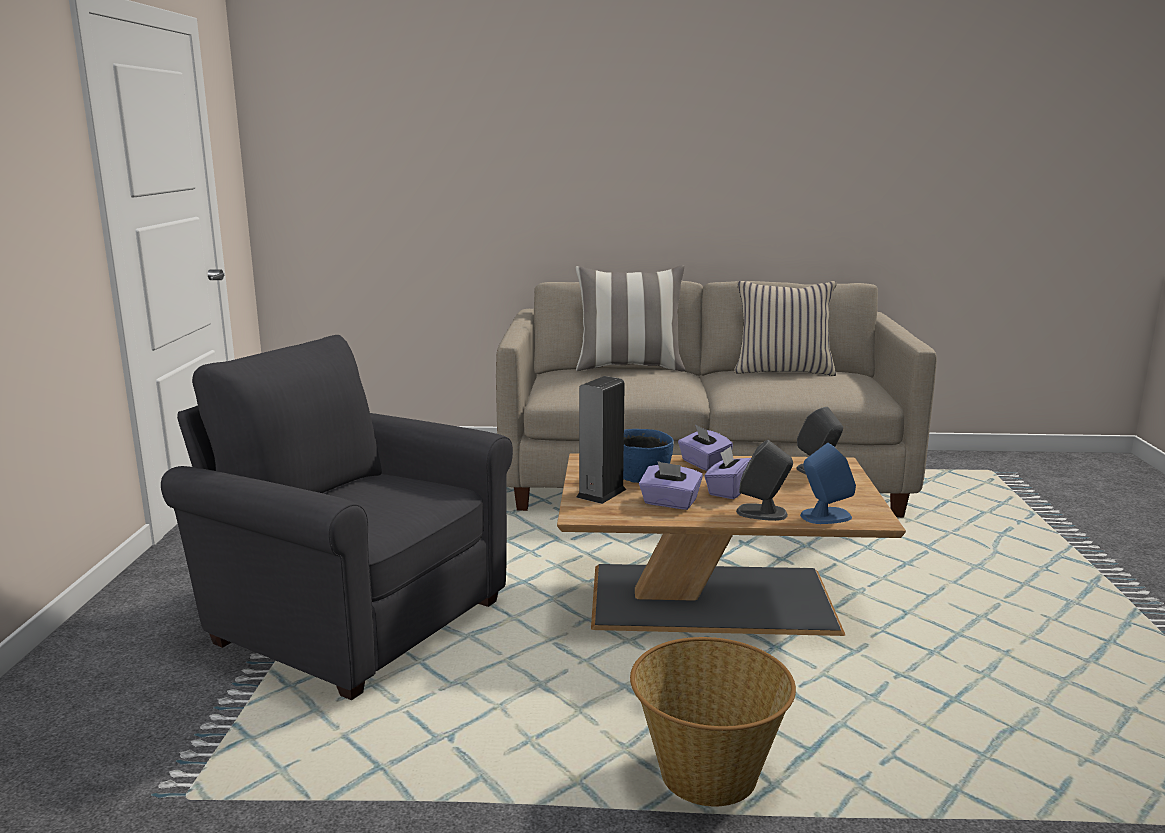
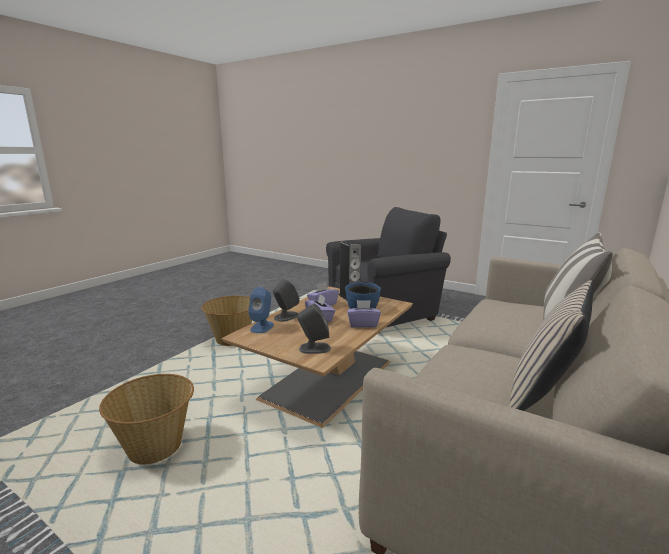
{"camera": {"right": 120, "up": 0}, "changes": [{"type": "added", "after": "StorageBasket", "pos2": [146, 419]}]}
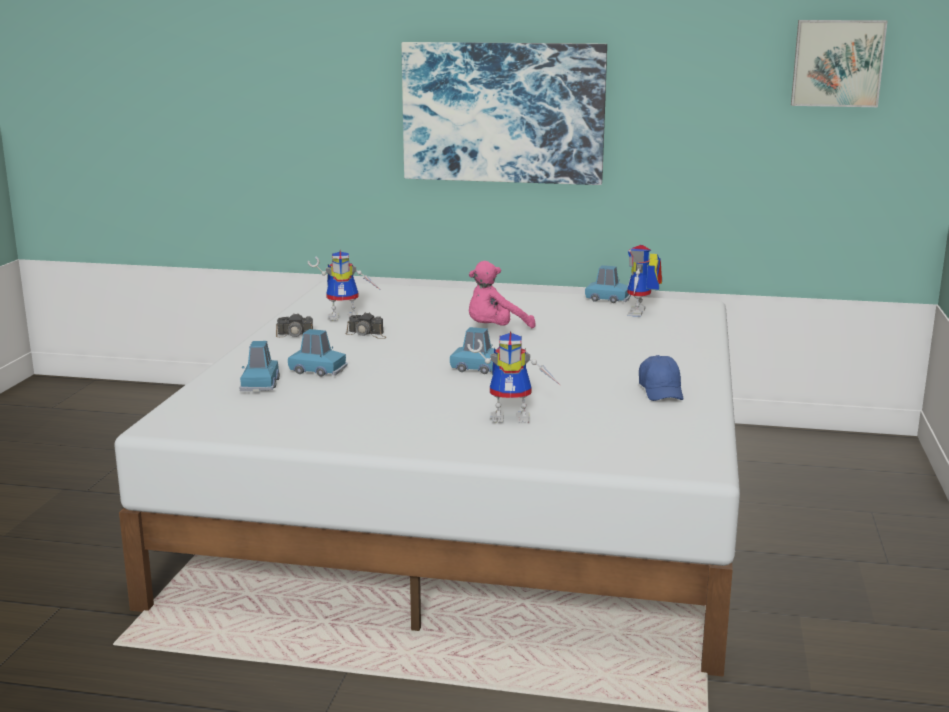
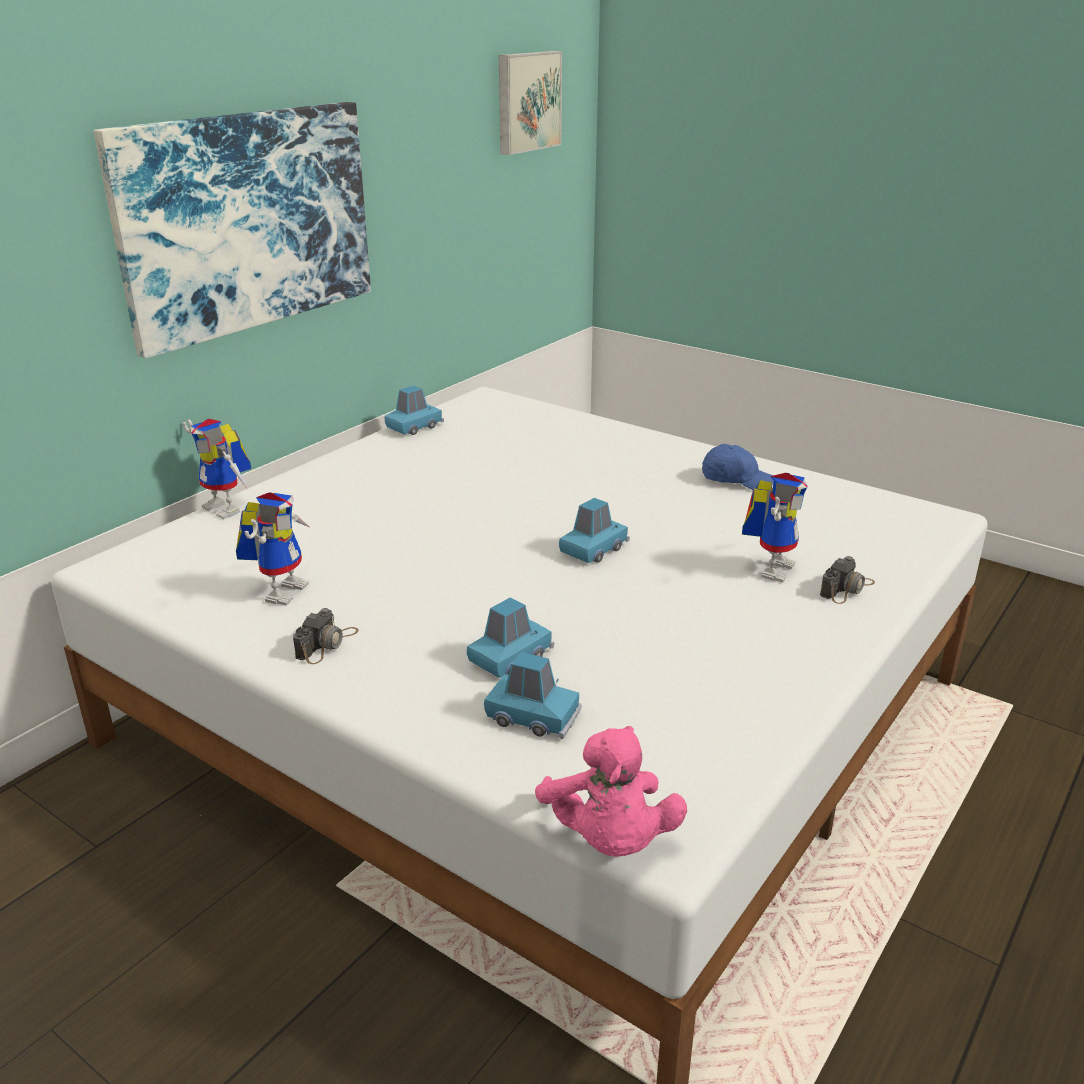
{"camera": {"right": -65, "up": 10}, "changes": [{"type": "moved", "before": "StillCamera", "pos1": [366, 325], "pos2": [847, 580]}, {"type": "moved", "before": "PinkCuddlyToy", "pos1": [502, 295], "pos2": [611, 791]}, {"type": "moved", "before": "ModelRobot", "pos1": [644, 280], "pos2": [217, 469]}]}
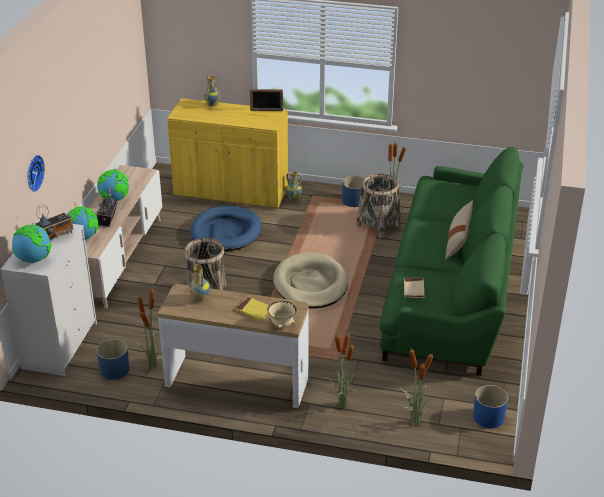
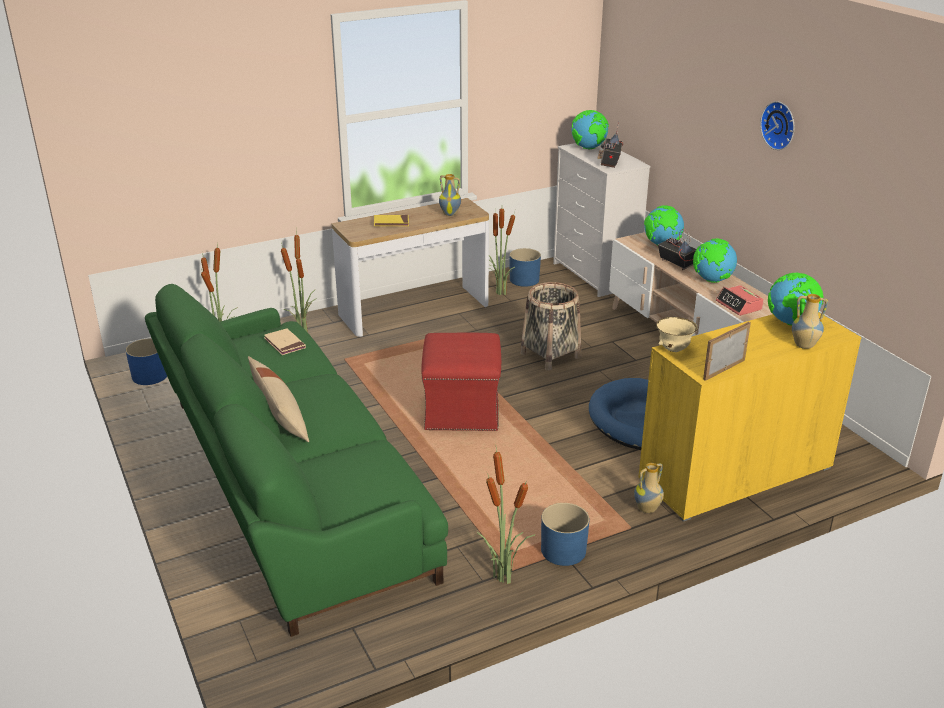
{"camera": {"right": 140, "up": -5}, "changes": [{"type": "moved", "before": "ClockOnTheWall", "pos1": [36, 173], "pos2": [777, 125]}, {"type": "moved", "before": "BeigeDeepDish", "pos1": [282, 314], "pos2": [677, 334]}, {"type": "replaced", "before": "BeigeDogBed", "after": "RedColouredOttoman", "pos1": [310, 280], "pos2": [461, 382]}, {"type": "removed", "before": "StorageBasket", "pos1": [378, 205]}, {"type": "added", "after": "BedsideClock", "pos2": [740, 300]}, {"type": "added", "after": "DeskGlobe", "pos2": [796, 299]}]}
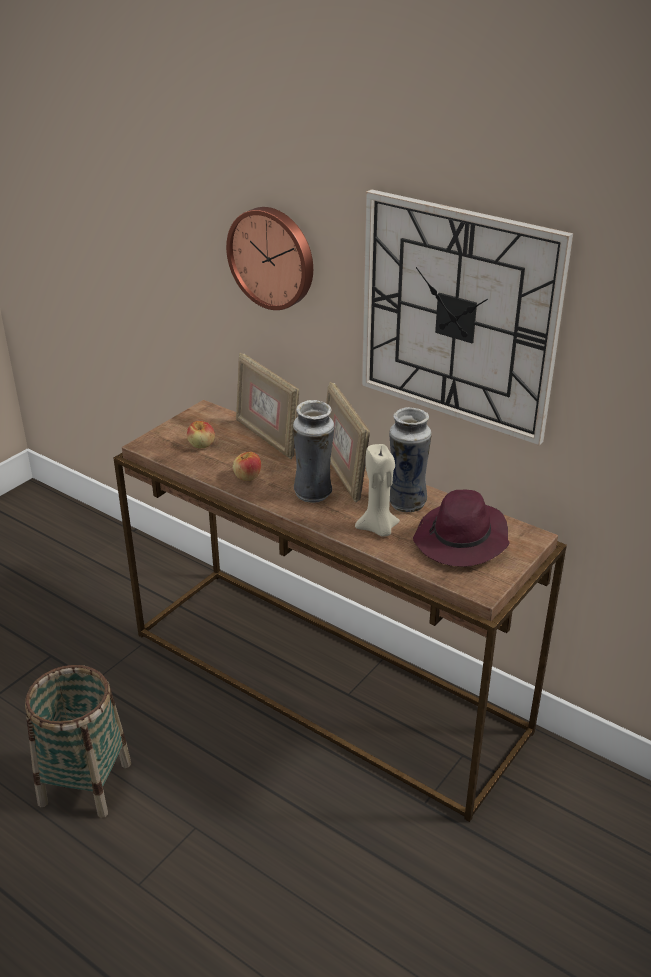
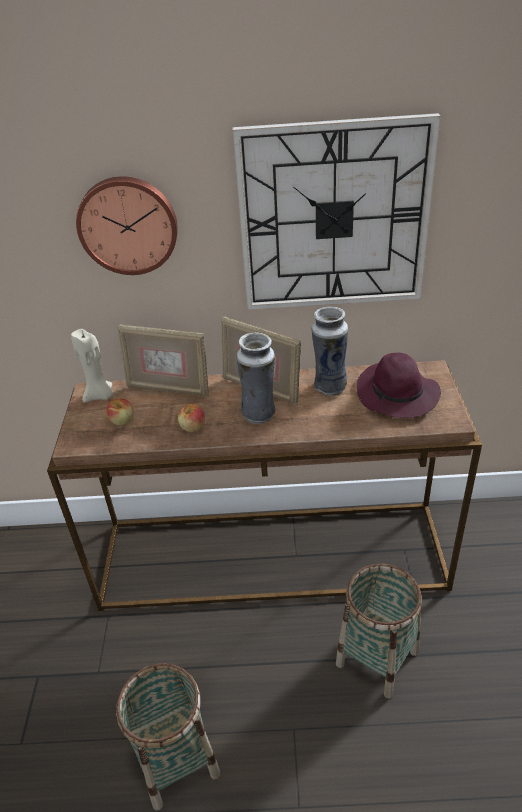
{"camera": {"right": -35, "up": 5}, "changes": [{"type": "moved", "before": "BeigeWaxCandle", "pos1": [377, 490], "pos2": [92, 366]}, {"type": "added", "after": "StorageBasket", "pos2": [379, 631]}]}
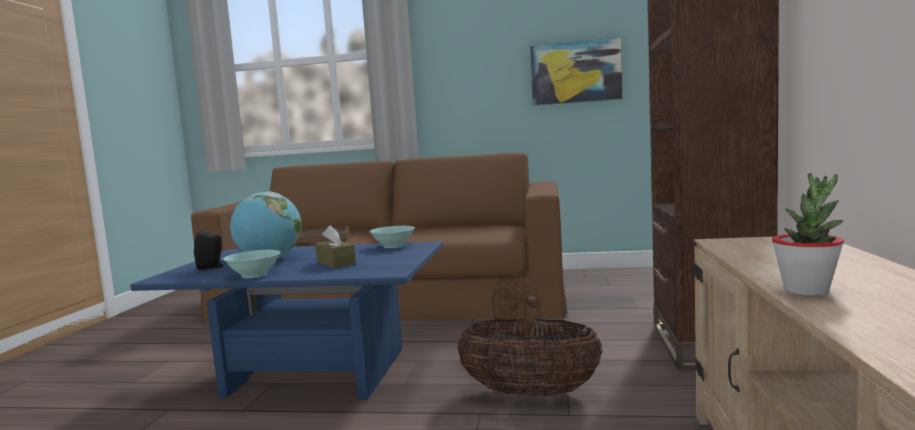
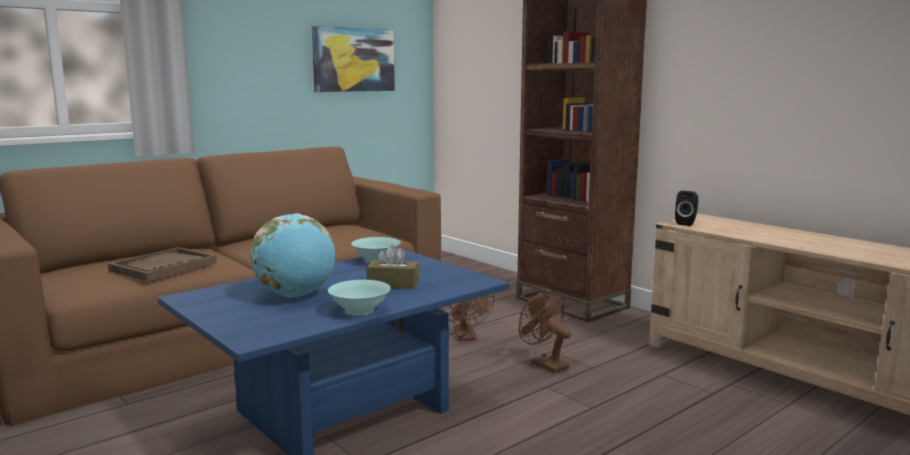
{"camera": {"right": -50, "up": 5}, "changes": [{"type": "moved", "before": "BlackColouredLoudspeaker", "pos1": [210, 250], "pos2": [686, 208]}, {"type": "replaced", "before": "StorageBasket", "after": "BrownColouredElectricFan", "pos1": [529, 357], "pos2": [545, 331]}, {"type": "removed", "before": "PottedPlant", "pos1": [808, 234]}]}
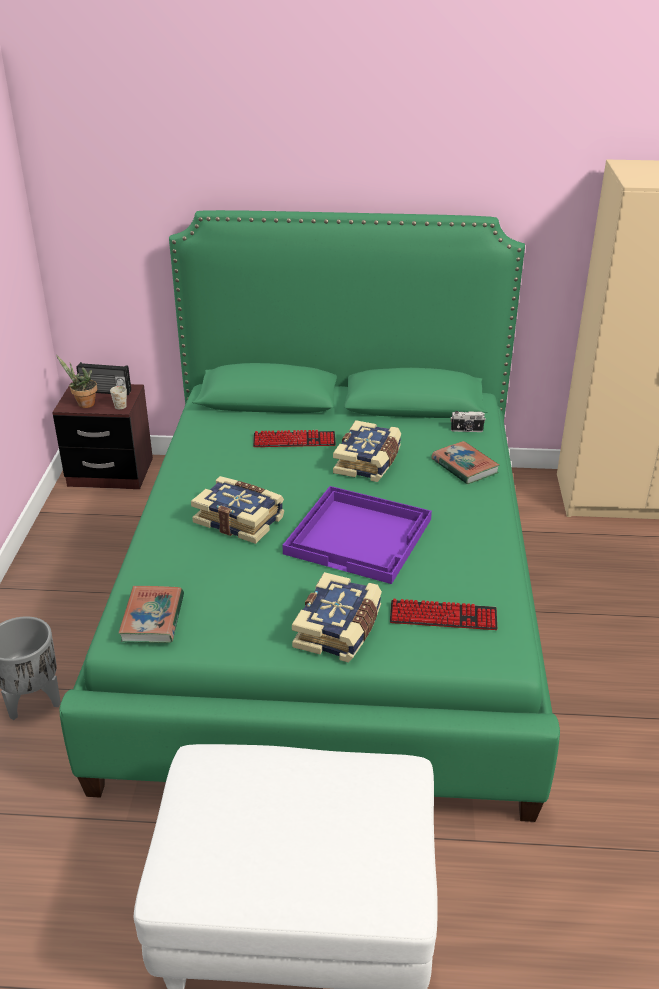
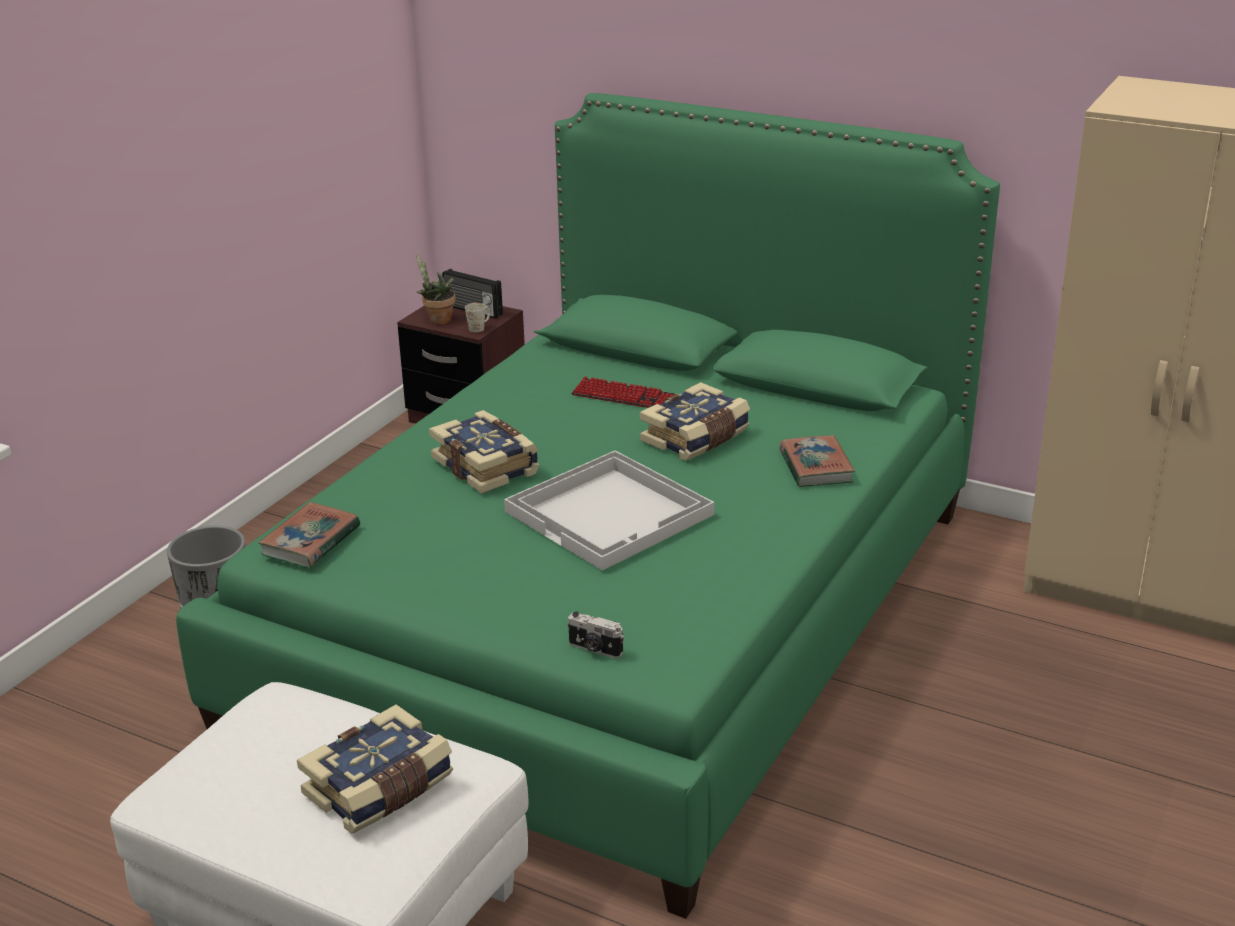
{"camera": {"right": 25, "up": -5}, "changes": [{"type": "recoloured", "before": "PurplishCarryingTray", "after": "WhitishCarryingTray", "pos1": [357, 535], "pos2": [609, 511]}, {"type": "moved", "before": "Volume", "pos1": [337, 617], "pos2": [375, 769]}, {"type": "removed", "before": "PcKeyboard", "pos1": [443, 614]}, {"type": "moved", "before": "StillCamera", "pos1": [468, 421], "pos2": [596, 635]}]}
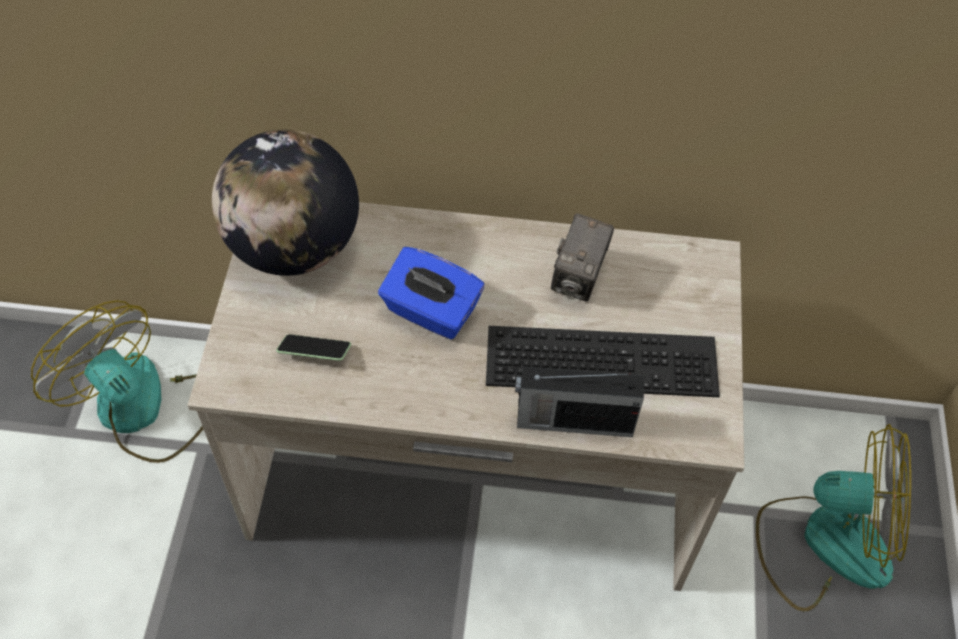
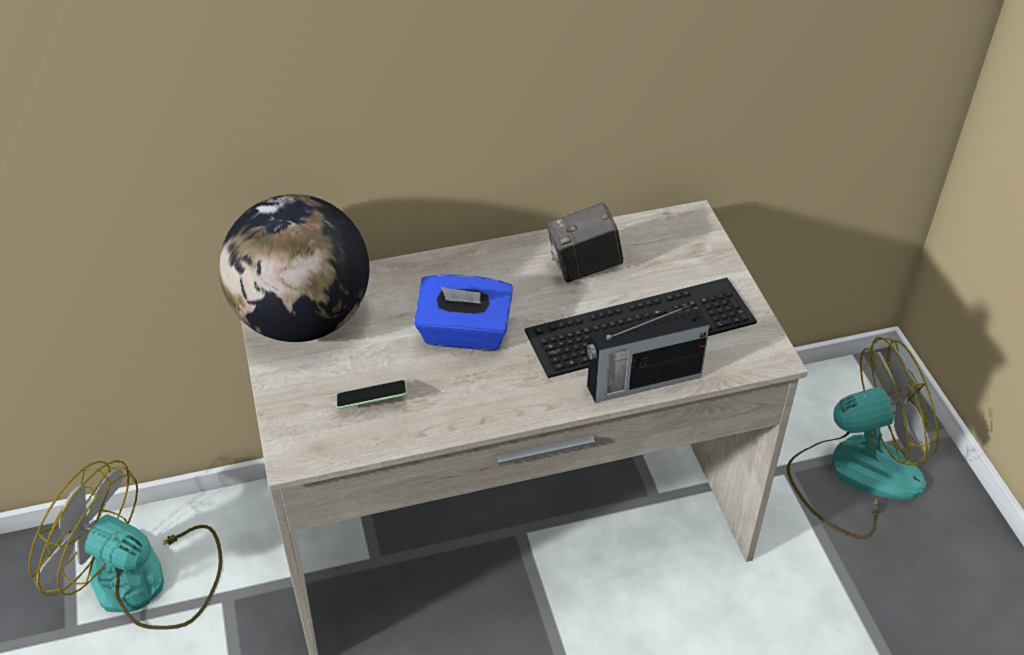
{"camera": {"right": -20, "up": -10}, "changes": [{"type": "turned", "before": "StillCamera", "pos1": [582, 257], "pos2": [585, 243], "turn": 75}]}
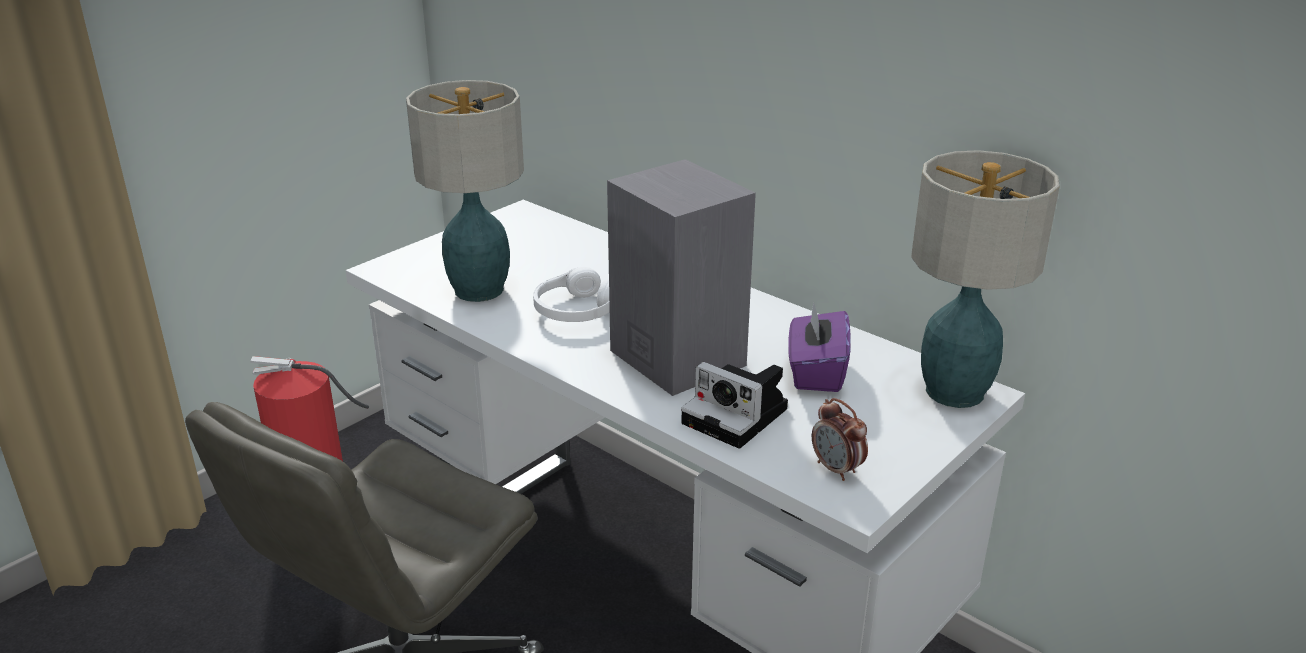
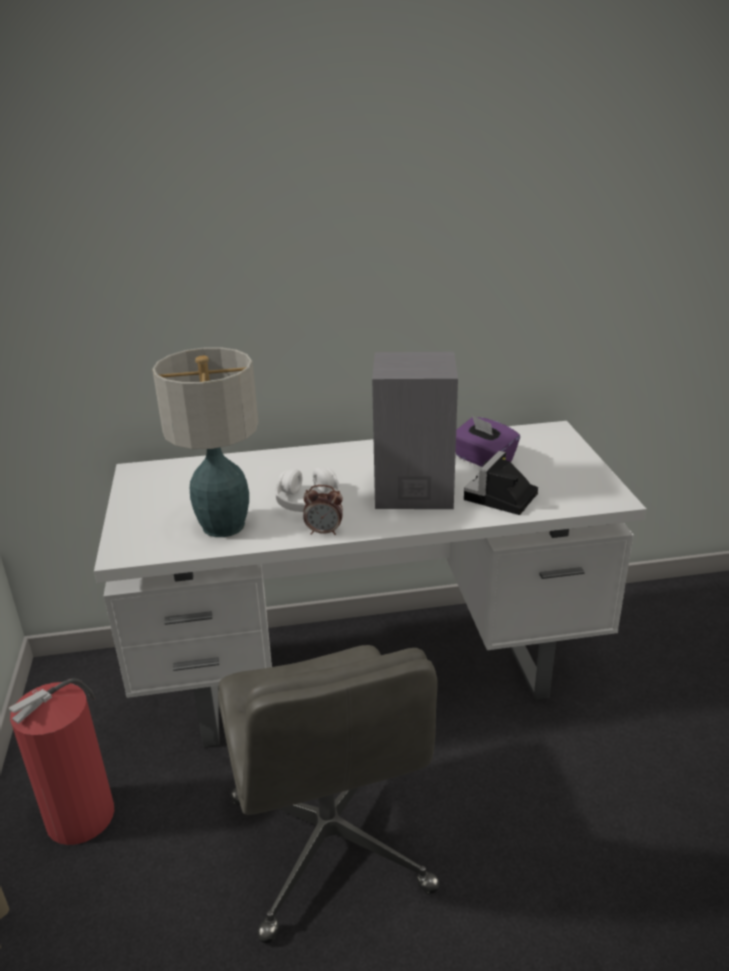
{"camera": {"right": -50, "up": 0}, "changes": [{"type": "turned", "before": "StillCamera", "pos1": [734, 405], "pos2": [501, 483], "turn": 135}, {"type": "moved", "before": "BedsideClock", "pos1": [840, 439], "pos2": [323, 510]}, {"type": "removed", "before": "TableLamp", "pos1": [985, 279]}]}
